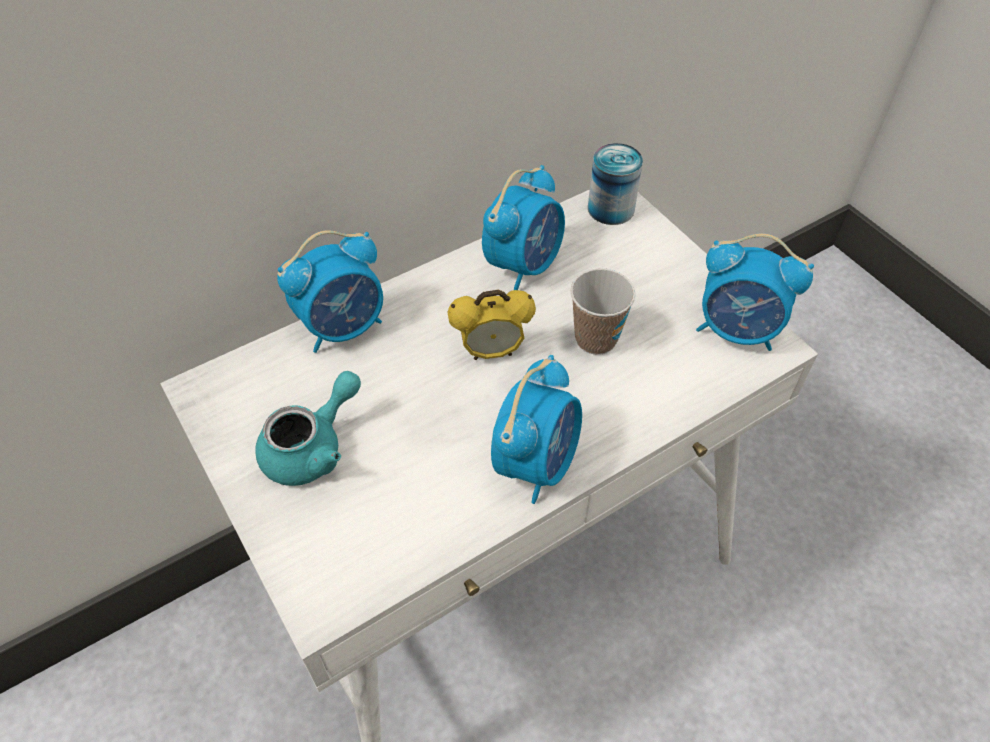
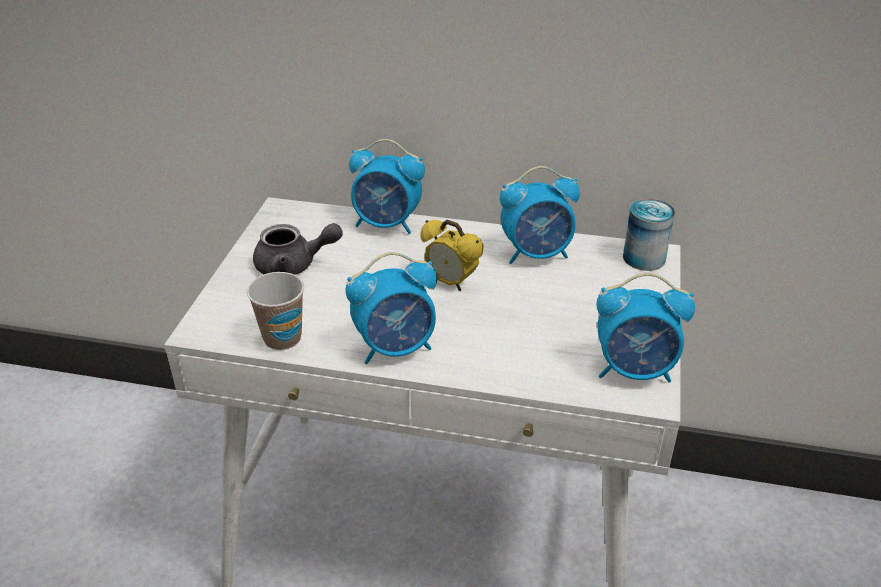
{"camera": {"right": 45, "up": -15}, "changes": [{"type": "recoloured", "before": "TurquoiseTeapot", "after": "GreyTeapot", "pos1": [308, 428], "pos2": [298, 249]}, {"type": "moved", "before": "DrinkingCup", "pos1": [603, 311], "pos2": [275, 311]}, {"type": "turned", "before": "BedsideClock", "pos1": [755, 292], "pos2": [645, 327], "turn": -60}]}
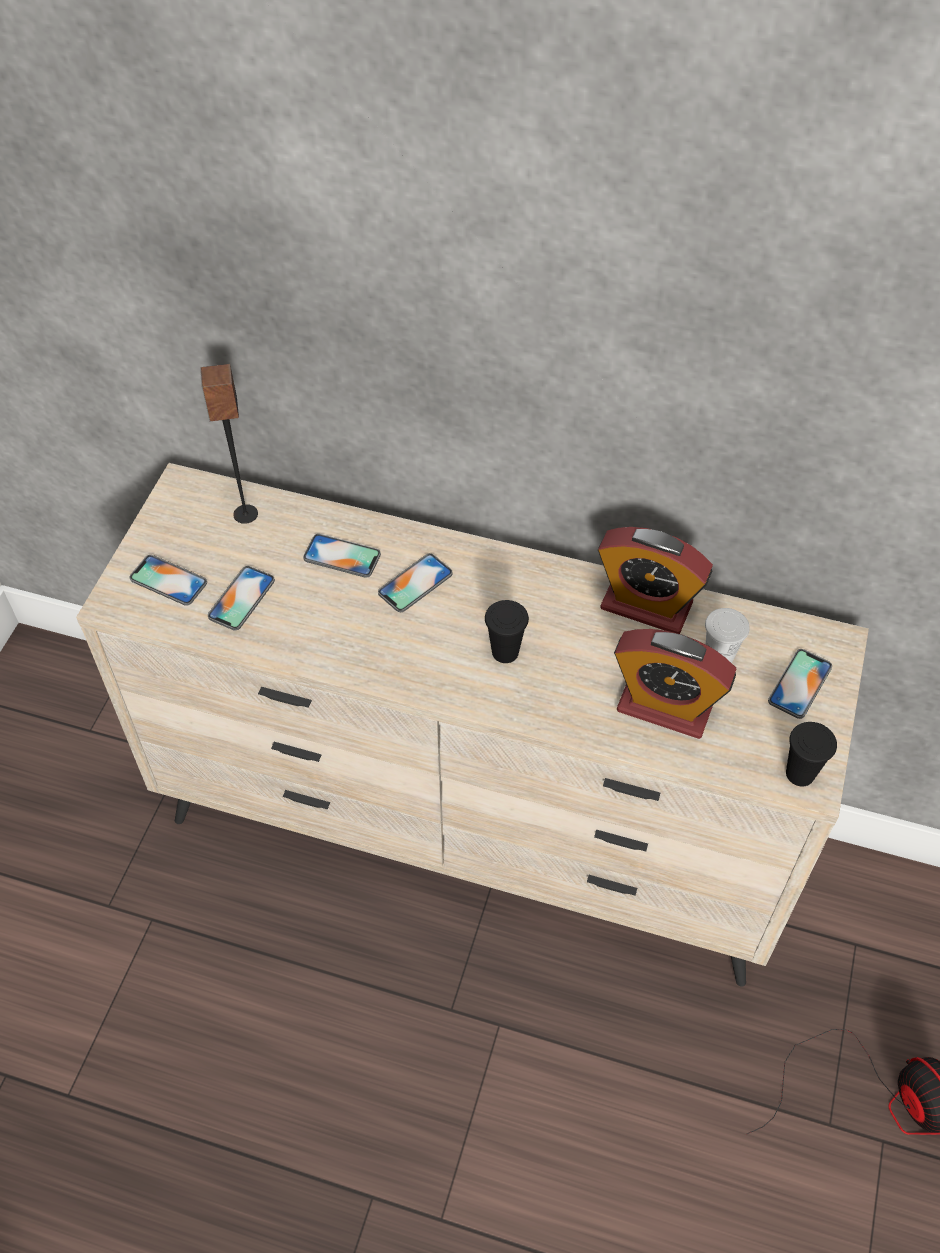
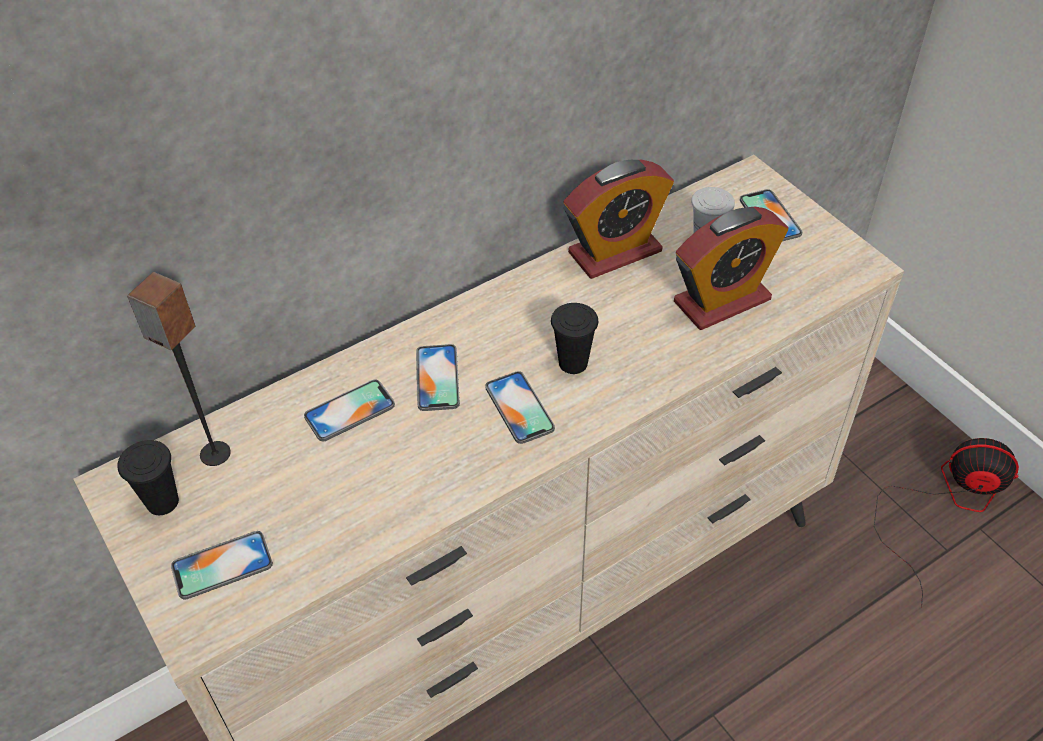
{"camera": {"right": -50, "up": -5}, "changes": [{"type": "moved", "before": "Handset", "pos1": [241, 598], "pos2": [520, 407]}, {"type": "moved", "before": "BlackColouredDrinkingCup", "pos1": [811, 754], "pos2": [148, 477]}]}
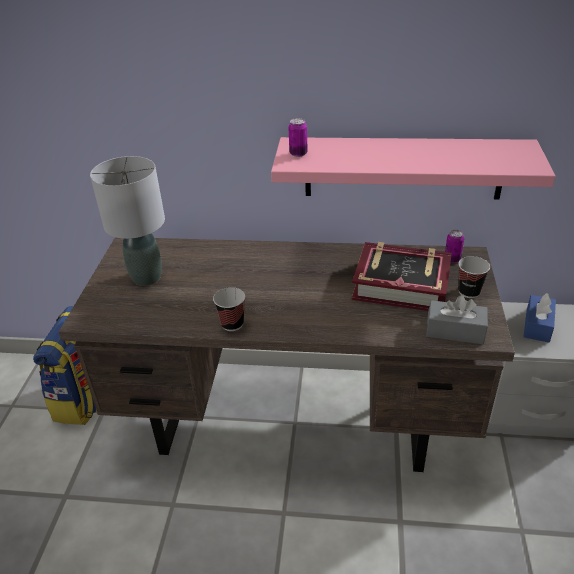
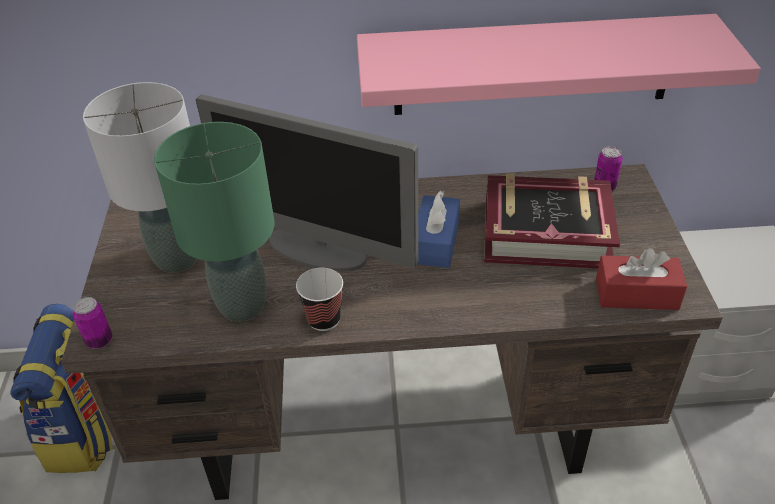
{"camera": {"right": -10, "up": 5}, "changes": [{"type": "moved", "before": "MetalCan", "pos1": [297, 137], "pos2": [92, 323]}, {"type": "recoloured", "before": "GreyTissueBox", "after": "RedColouredTissueBox", "pos1": [457, 319], "pos2": [641, 279]}, {"type": "removed", "before": "DrinkingCup", "pos1": [474, 277]}, {"type": "moved", "before": "BluishTissueBox", "pos1": [539, 318], "pos2": [438, 229]}, {"type": "added", "after": "GreenColouredTableLamp", "pos2": [214, 221]}, {"type": "added", "after": "ComputerScreen", "pos2": [307, 183]}]}
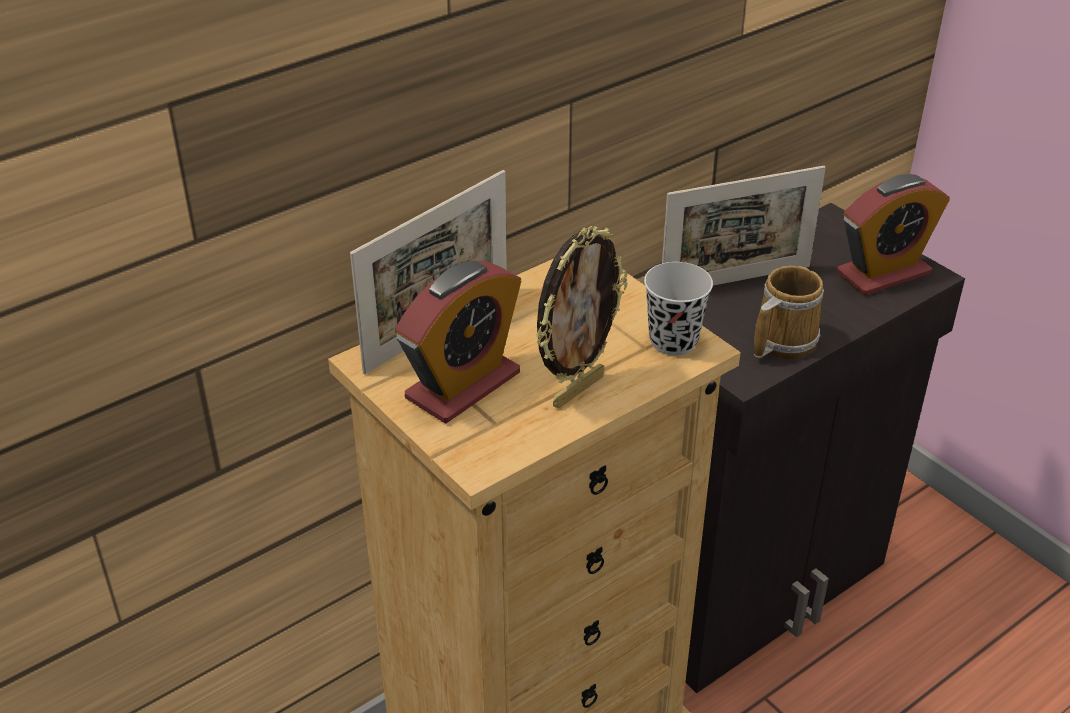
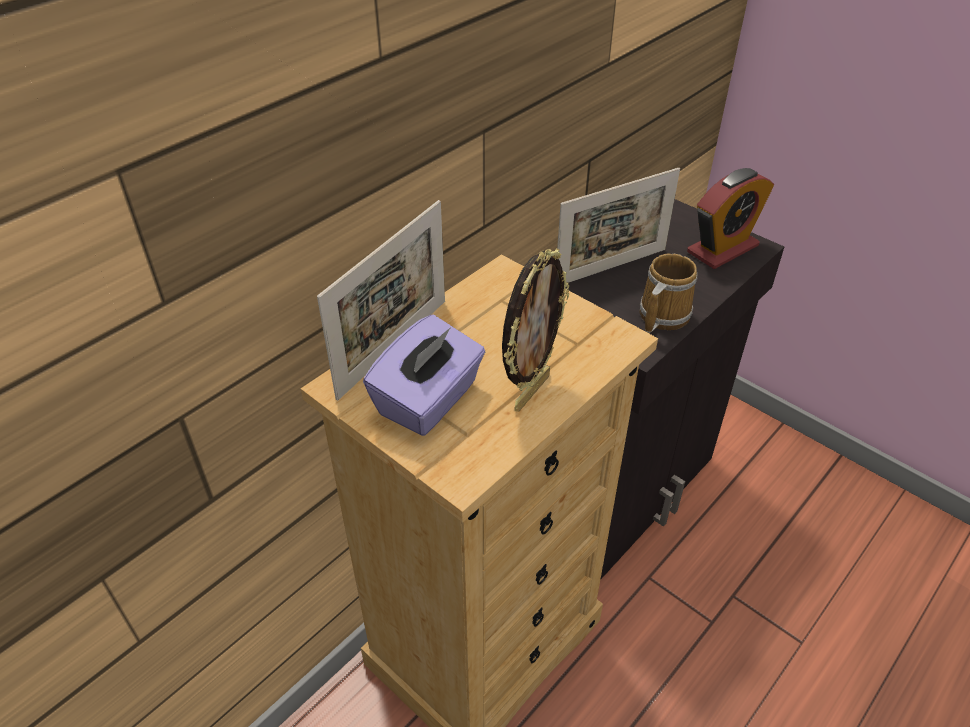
{"camera": {"right": -10, "up": 5}, "changes": [{"type": "replaced", "before": "BedsideClock", "after": "PurplishTissueBox", "pos1": [458, 341], "pos2": [424, 375]}, {"type": "removed", "before": "BlackColouredDrinkingCup", "pos1": [678, 309]}]}
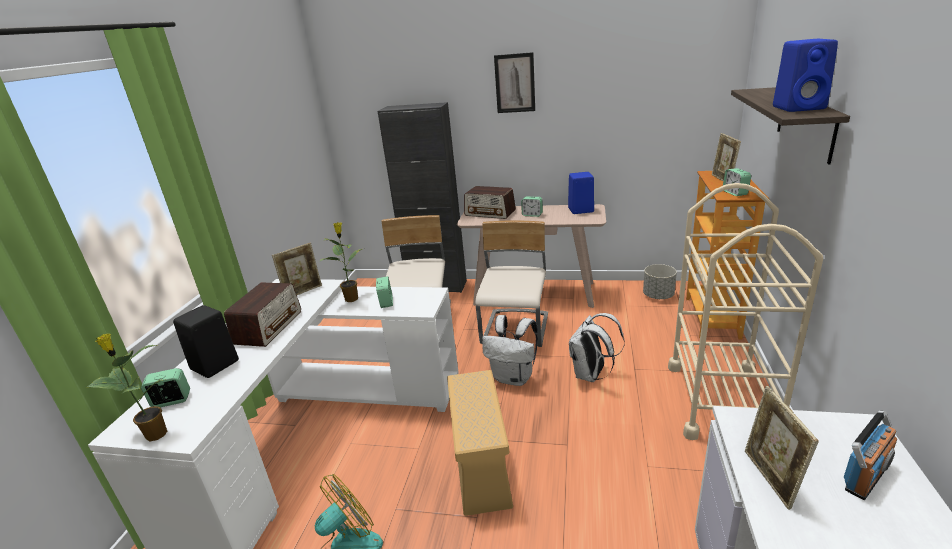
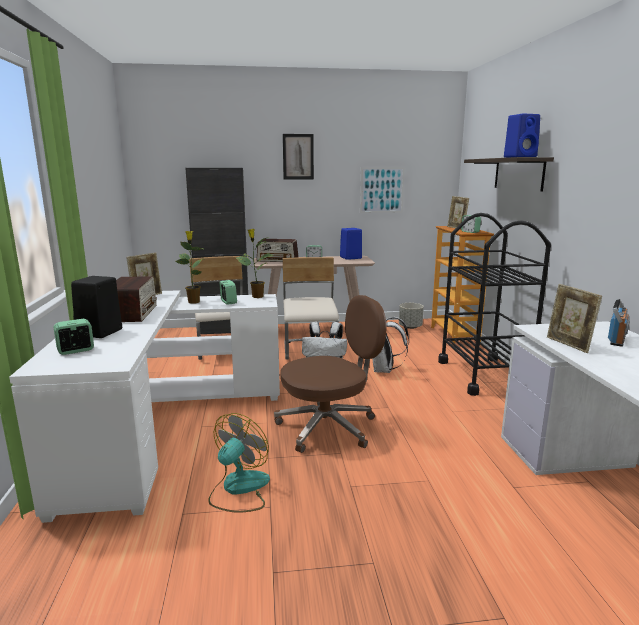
{"camera": {"right": -20, "up": -10}, "changes": [{"type": "moved", "before": "PottedPlant", "pos1": [127, 388], "pos2": [254, 263]}, {"type": "replaced", "before": "BeigeStorageContainer", "after": "BrownColouredComputerChair", "pos1": [480, 443], "pos2": [330, 374]}, {"type": "recoloured", "before": "BeigeWheeledCart", "after": "BlackColouredWheeledCart", "pos1": [745, 311], "pos2": [494, 304]}, {"type": "added", "after": "Picture", "pos2": [382, 190]}]}
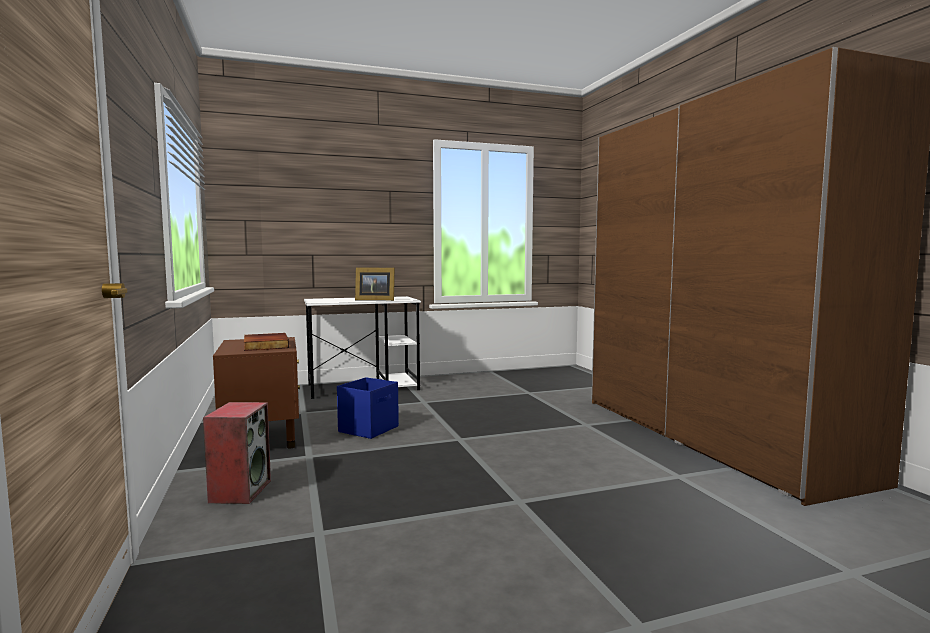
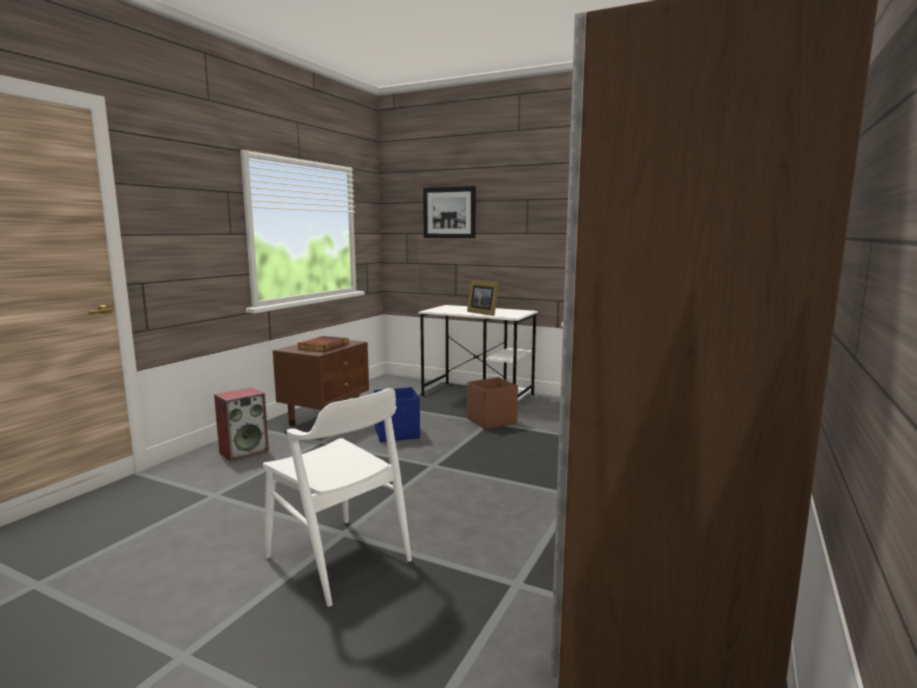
{"camera": {"right": 45, "up": 5}, "changes": [{"type": "added", "after": "WhitishUprightChair", "pos2": [337, 497]}, {"type": "added", "after": "Picture", "pos2": [449, 212]}, {"type": "added", "after": "BrownColouredStorageContainer", "pos2": [492, 403]}]}
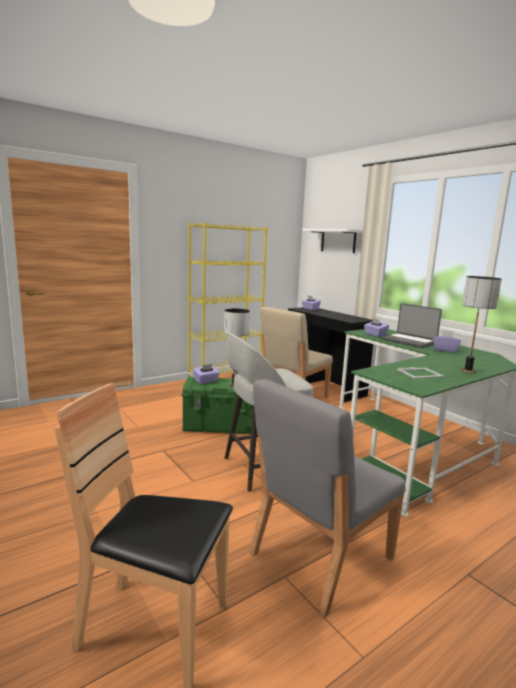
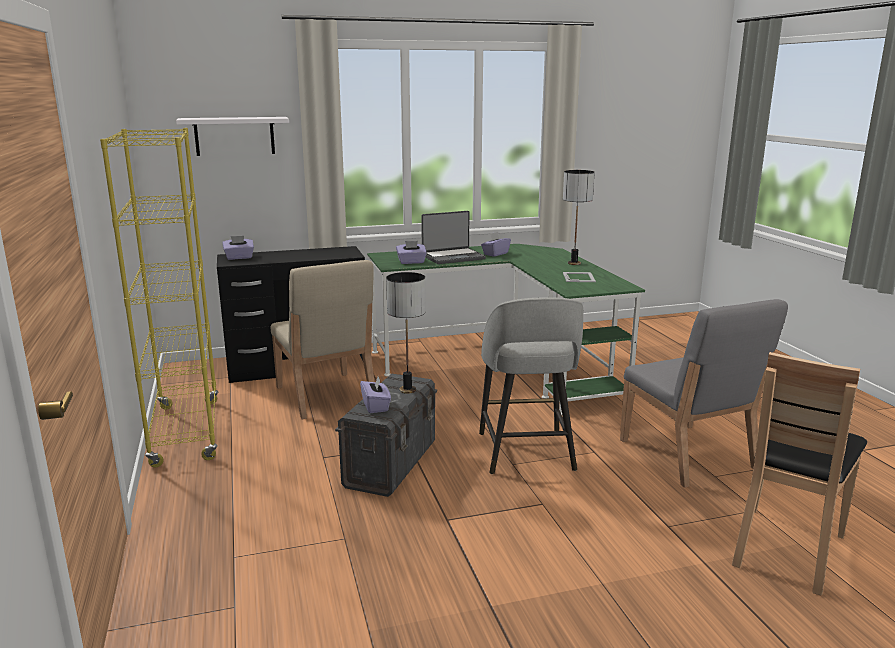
{"camera": {"right": -70, "up": 5}, "changes": [{"type": "recoloured", "before": "GreenColouredStorageContainer", "after": "GreyStorageContainer", "pos1": [216, 405], "pos2": [386, 435]}]}
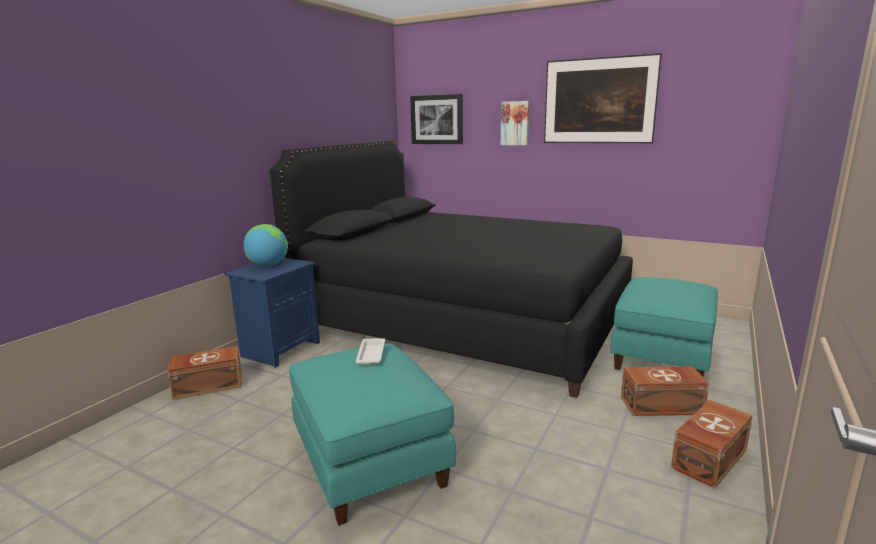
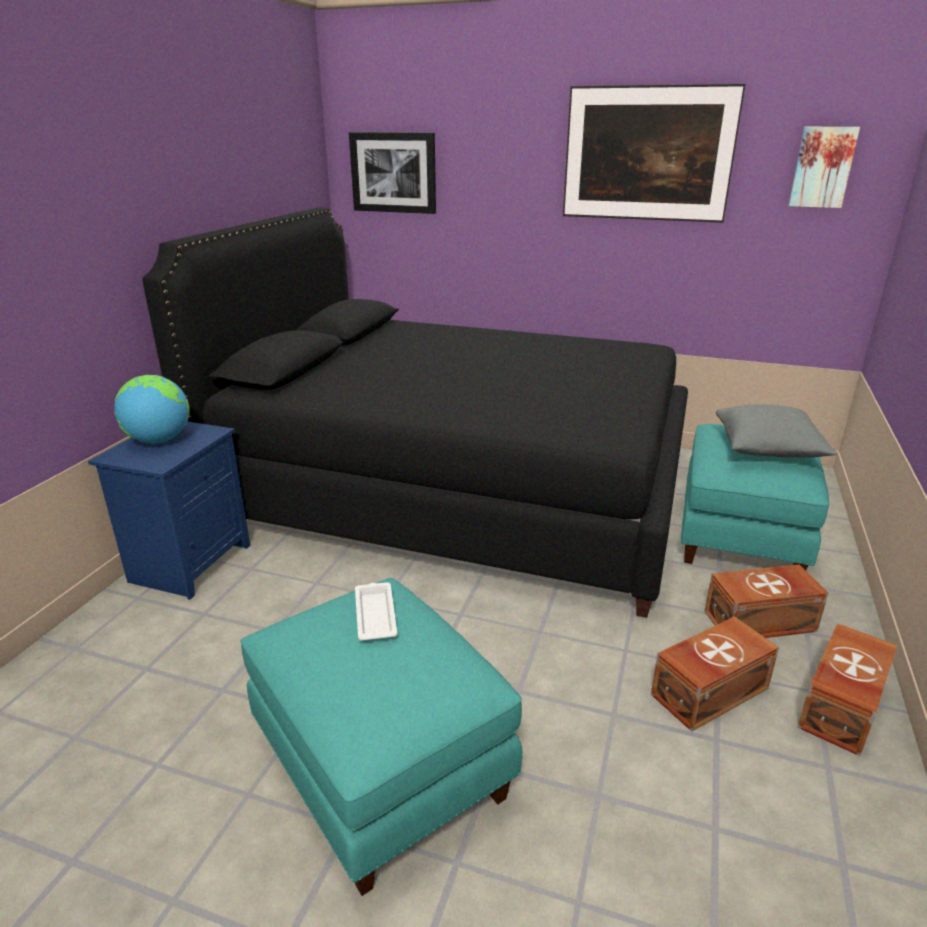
{"camera": {"right": -10, "up": 10}, "changes": [{"type": "moved", "before": "BrownColouredStorageContainer", "pos1": [204, 373], "pos2": [715, 674]}, {"type": "moved", "before": "Picture", "pos1": [515, 123], "pos2": [824, 167]}, {"type": "added", "after": "GreyCushion", "pos2": [776, 431]}]}
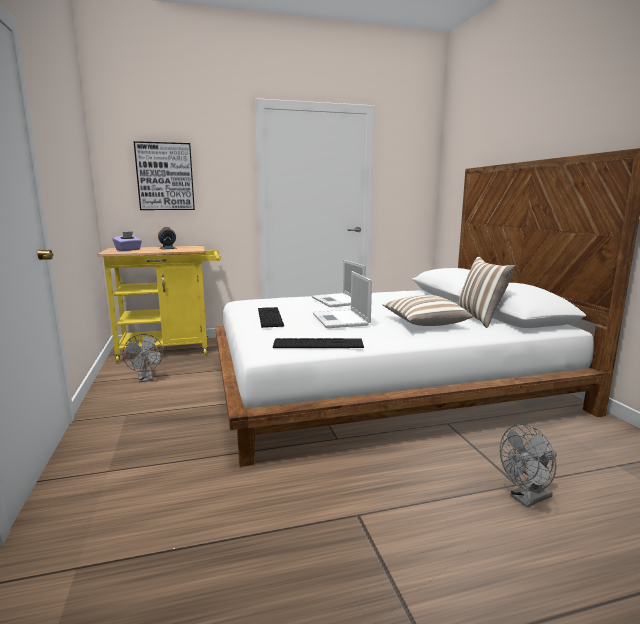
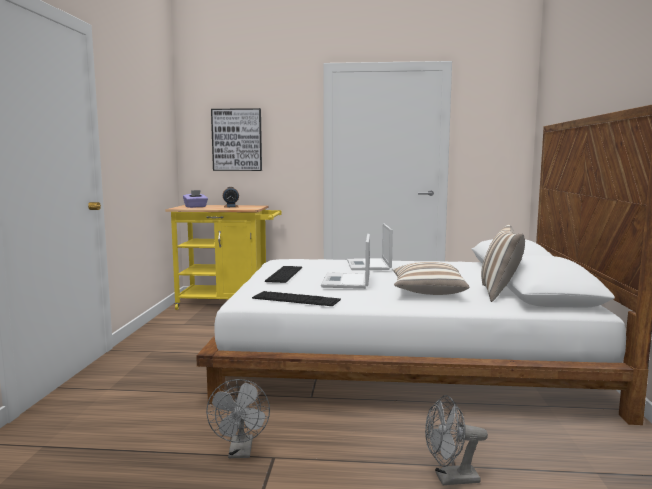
{"camera": {"right": 20, "up": -5}, "changes": [{"type": "moved", "before": "GreyElectricFan", "pos1": [142, 358], "pos2": [238, 418]}]}
